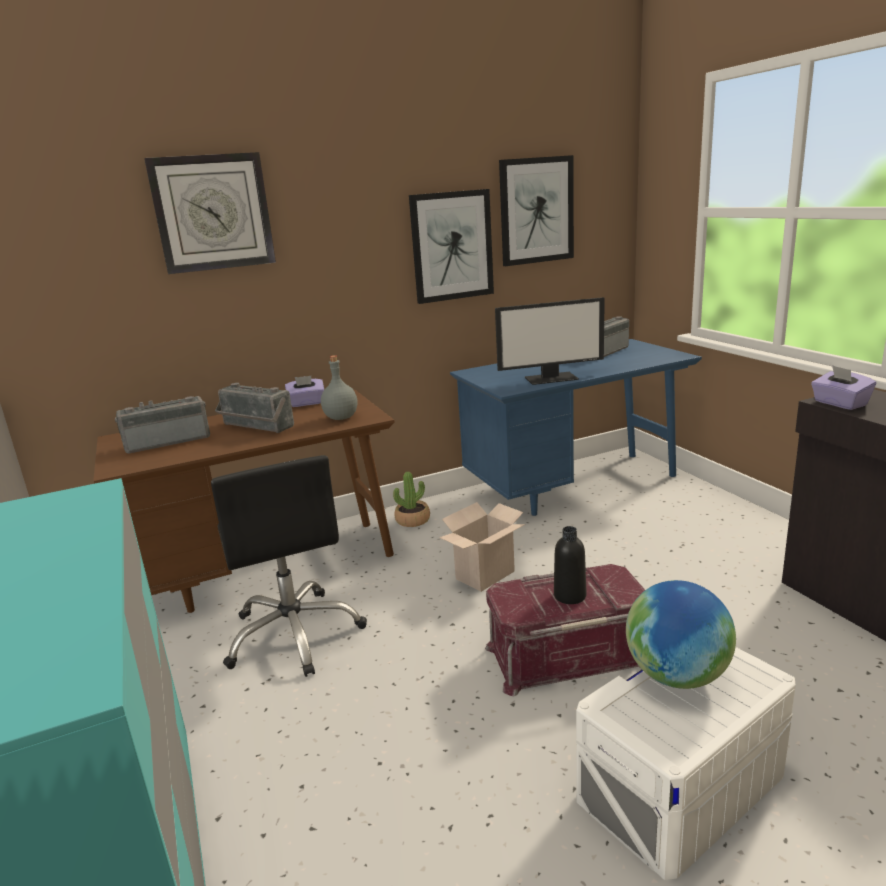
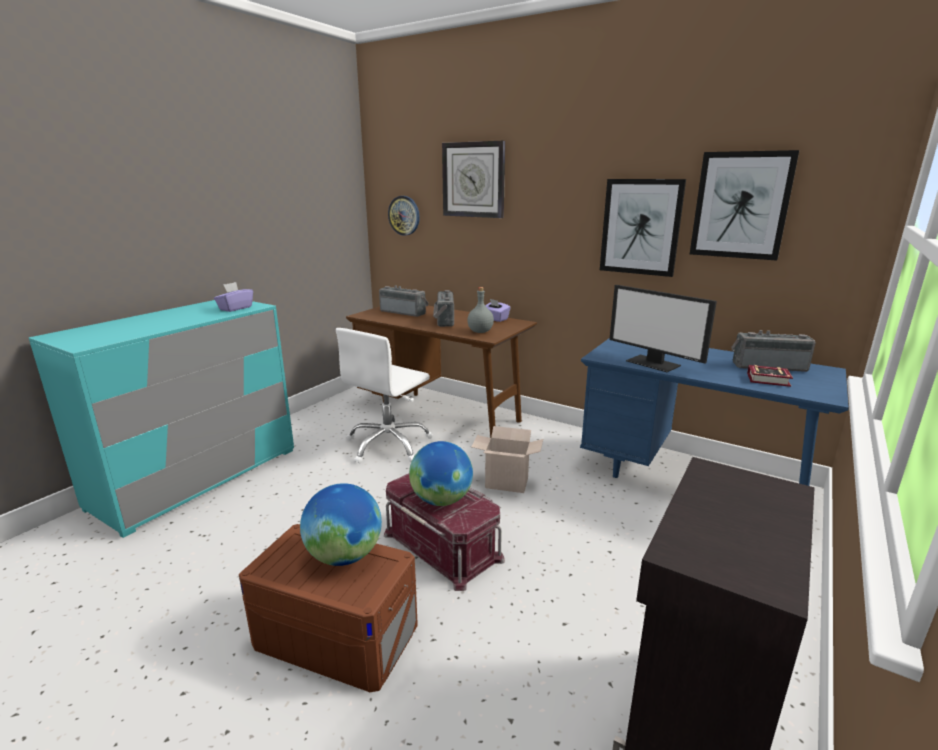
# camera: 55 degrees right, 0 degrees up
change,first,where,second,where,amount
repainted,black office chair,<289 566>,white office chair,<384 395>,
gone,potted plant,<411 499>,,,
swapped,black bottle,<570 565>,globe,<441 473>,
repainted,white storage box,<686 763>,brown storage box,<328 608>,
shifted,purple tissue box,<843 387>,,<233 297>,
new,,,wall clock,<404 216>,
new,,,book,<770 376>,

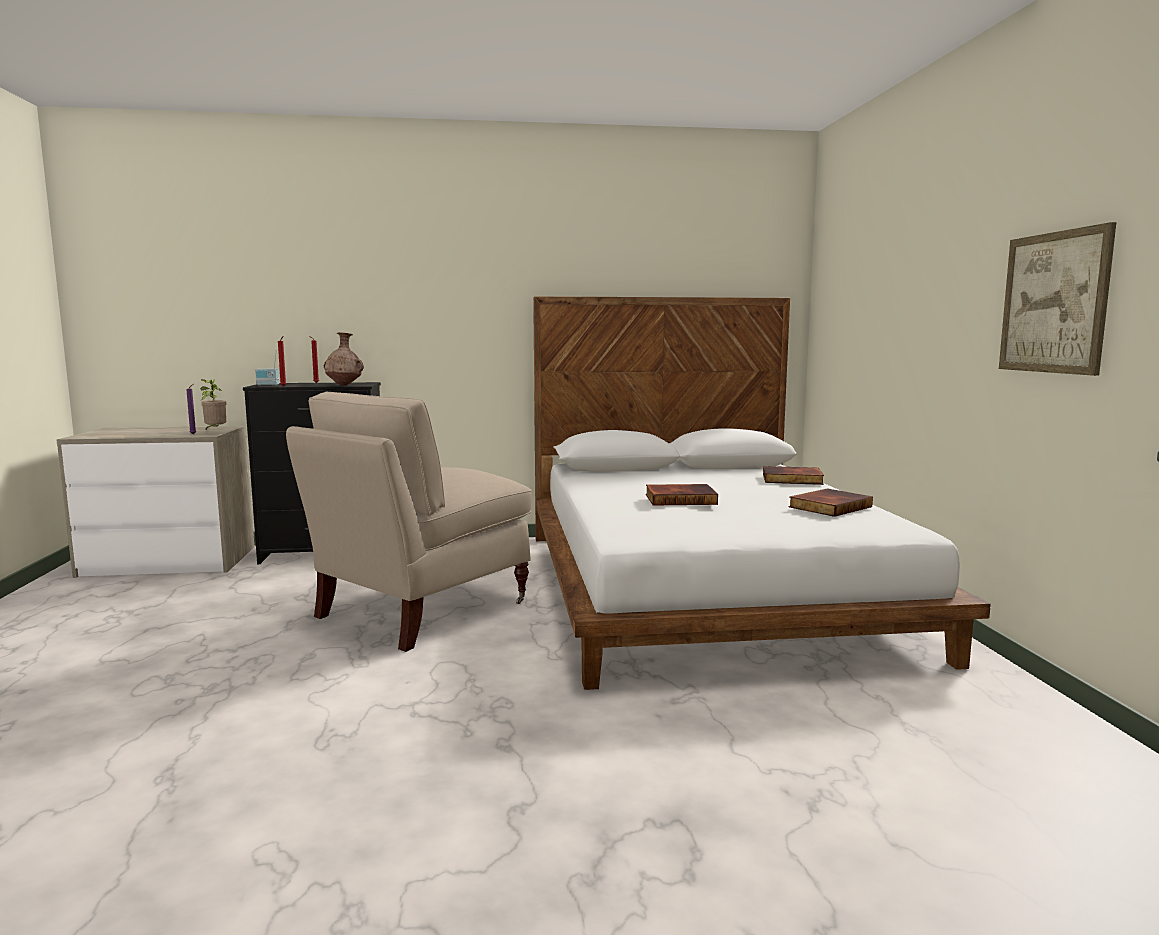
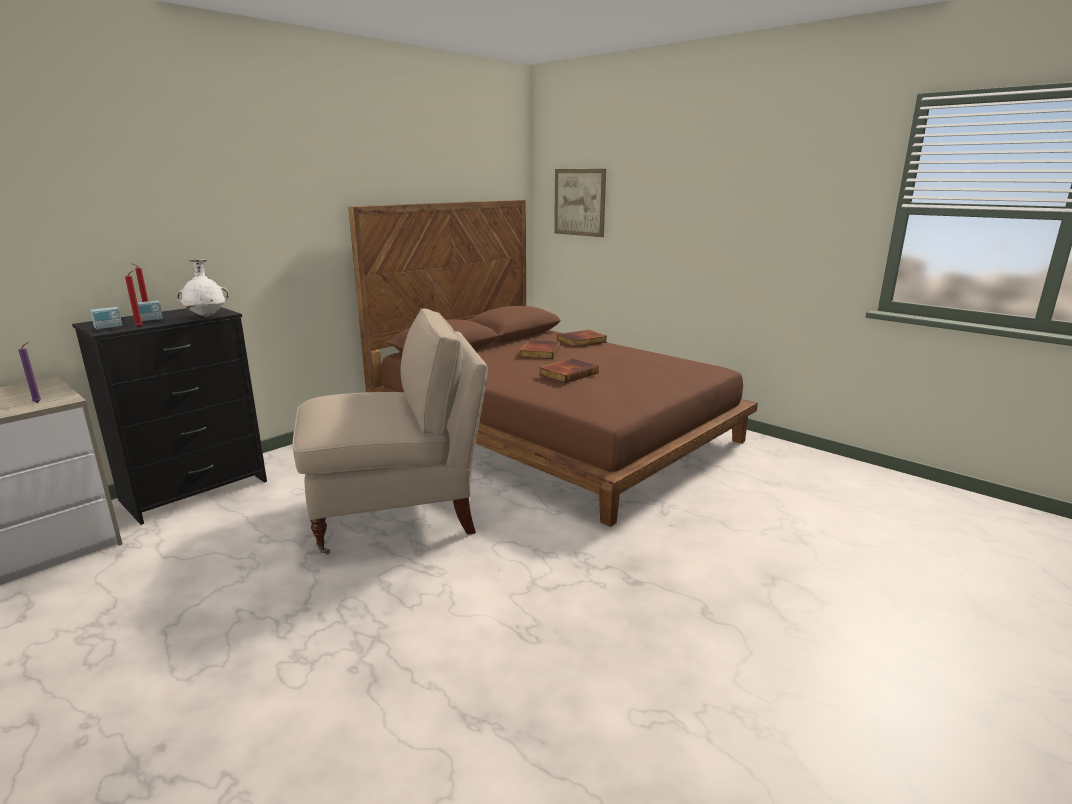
# camera: 40 degrees left, 10 degrees up
change,first,where,second,where,amount
gone,potted plant,<213 404>,,,
rotated,beige chair,<409 522>,,<390 431>,105 degrees counterclockwise
repainted,brown vase,<344 359>,white vase,<202 288>,
repainted,white bed,<762 493>,brown bed,<553 363>,
shifted,book,<831 502>,,<539 349>,
shifted,picture,<1057 299>,,<580 203>,
new,,,radio,<150 301>,

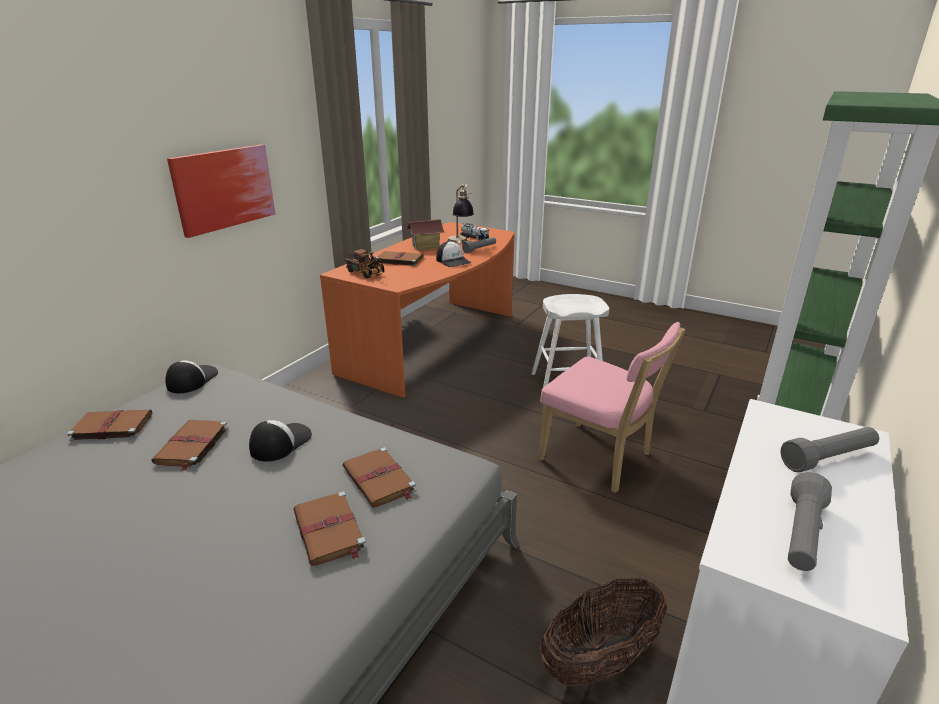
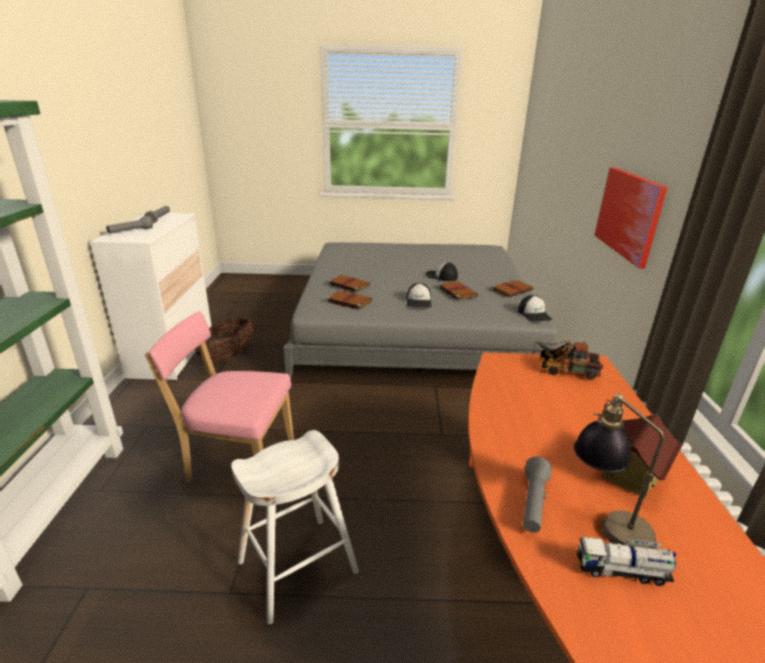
# camera: 150 degrees right, 0 degrees up
change,first,where,second,where,amount
gone,brown book,<399 258>,,,
shifted,cap,<453 254>,,<441 271>,

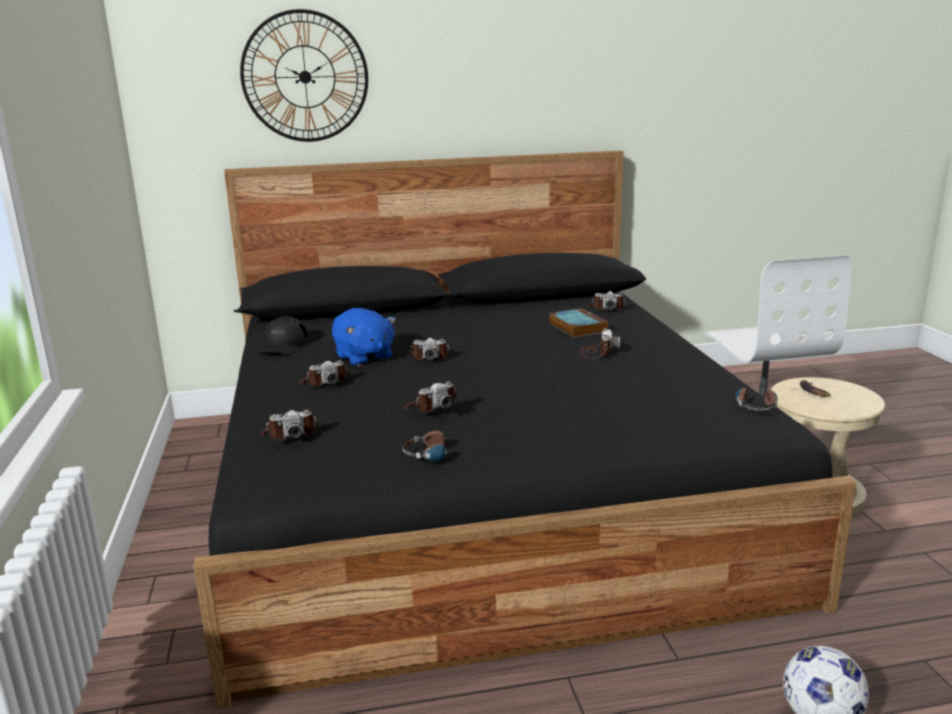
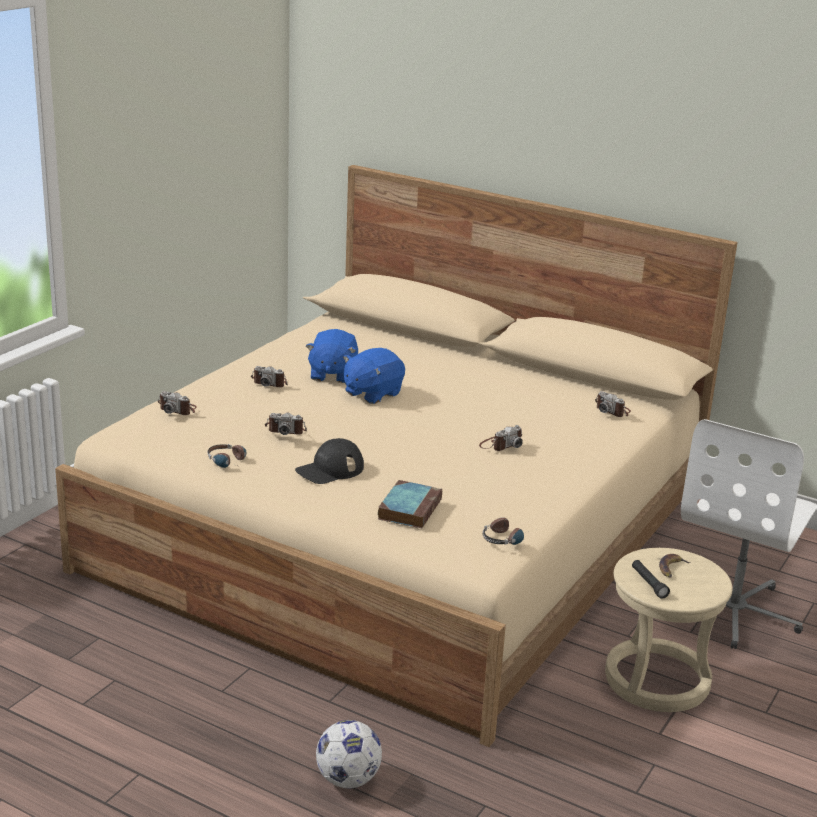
# camera: 40 degrees right, 5 degrees up
change,first,where,second,where,amount
repainted,black bed,<524 430>,beige bed,<396 456>,
gone,wall clock,<304 75>,,,
shifted,black cap,<283 335>,,<329 461>,
swapped,photo camera,<429 349>,blue plush toy,<374 376>,
shifted,book,<579 323>,,<410 504>,
new,,,black flashlight,<651 579>,

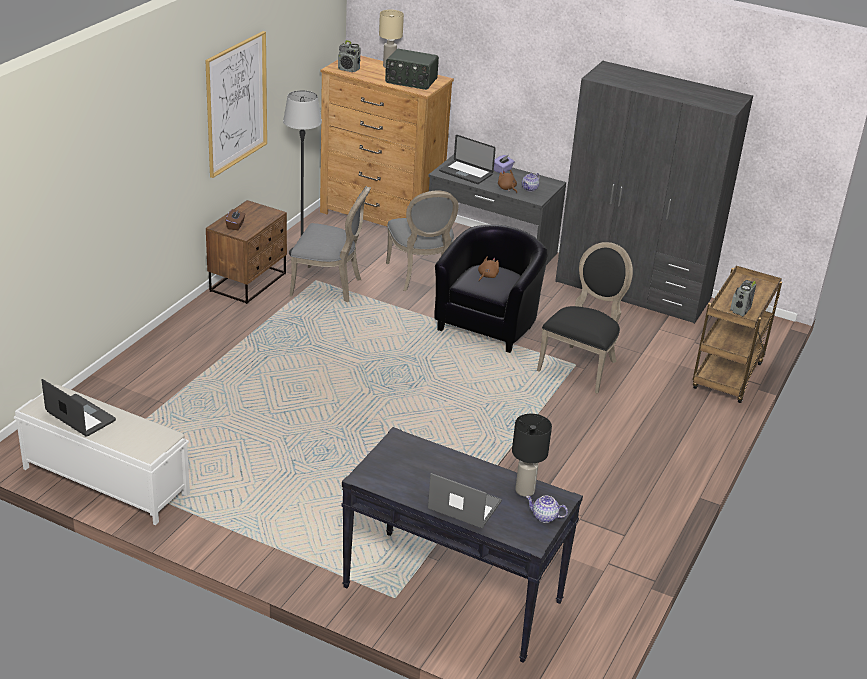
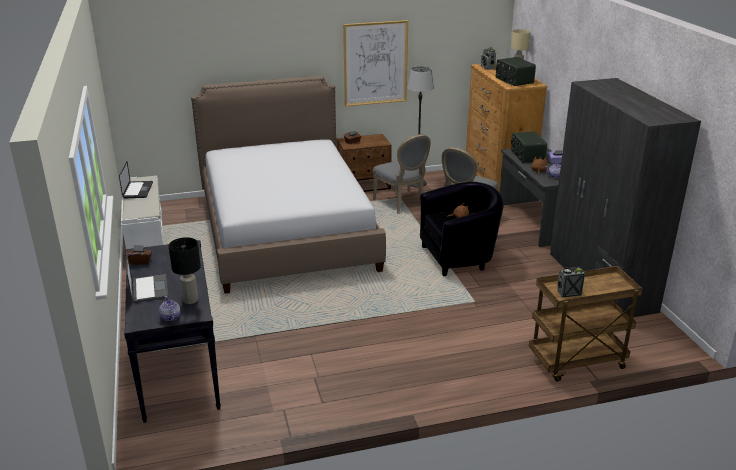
# camera: 50 degrees right, 5 degrees down
change,first,where,second,where,amount
swapped,laptop,<467 159>,radio,<529 147>,
gone,black chair,<585 318>,,,
new,,,brown tissue box,<138 255>,
new,,,bed,<288 185>,

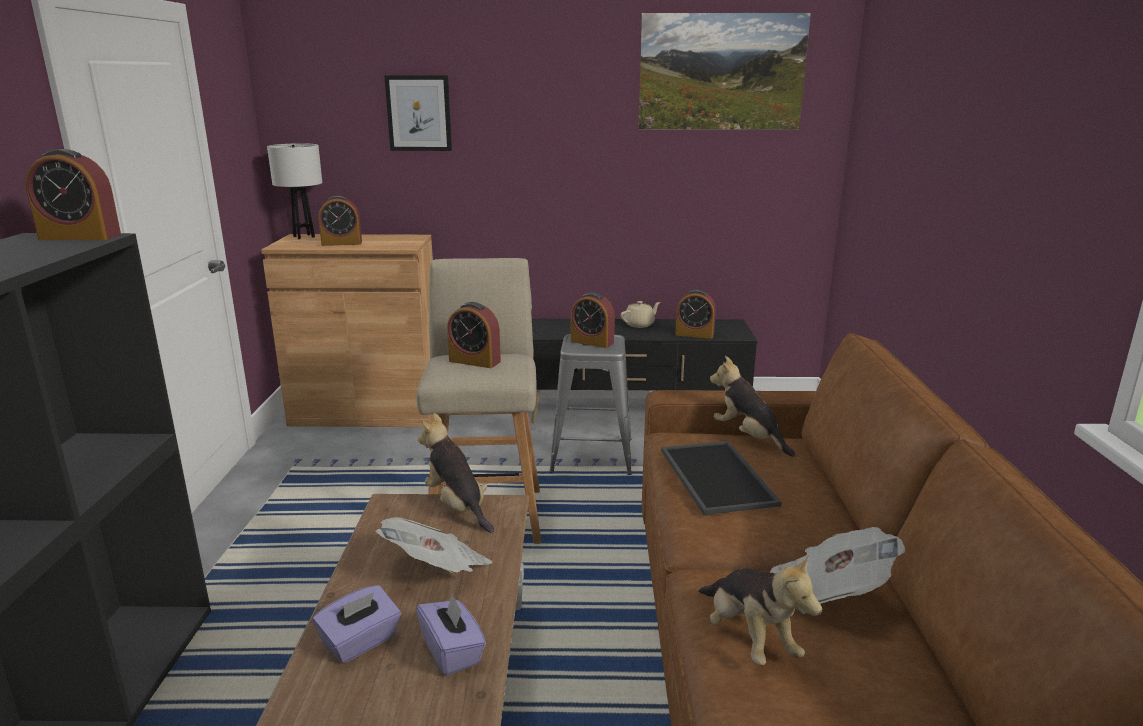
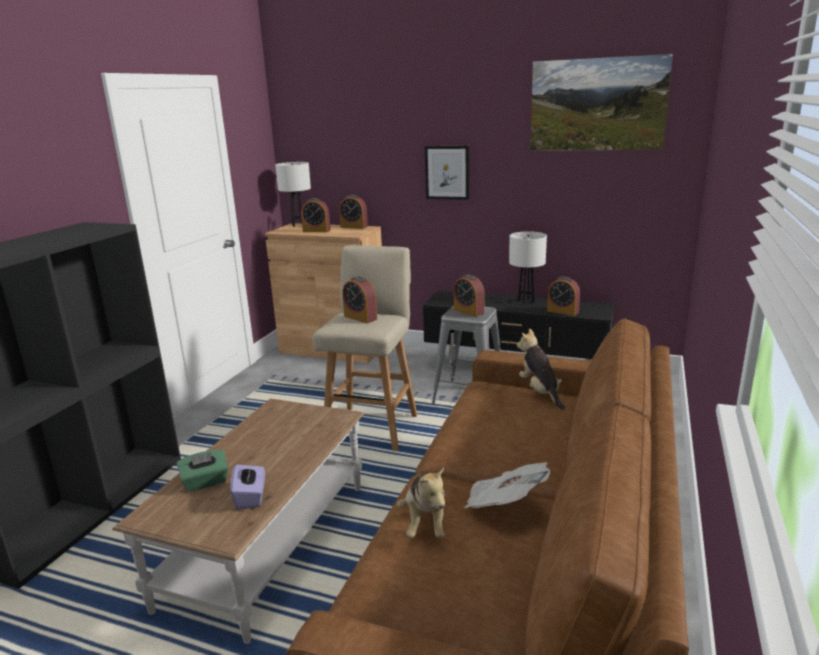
# camera: 20 degrees right, 0 degrees up
change,first,where,second,where,amount
shifted,alarm clock,<73 194>,,<353 212>,
repainted,purple tissue box,<357 624>,green tissue box,<202 471>,
gone,newspaper,<433 545>,,,
shifted,picture,<418 113>,,<447 173>,
gone,plush toy,<456 473>,,,
swapped,beige teapot,<640 314>,white table lamp,<528 267>,
gone,tray,<721 478>,,,

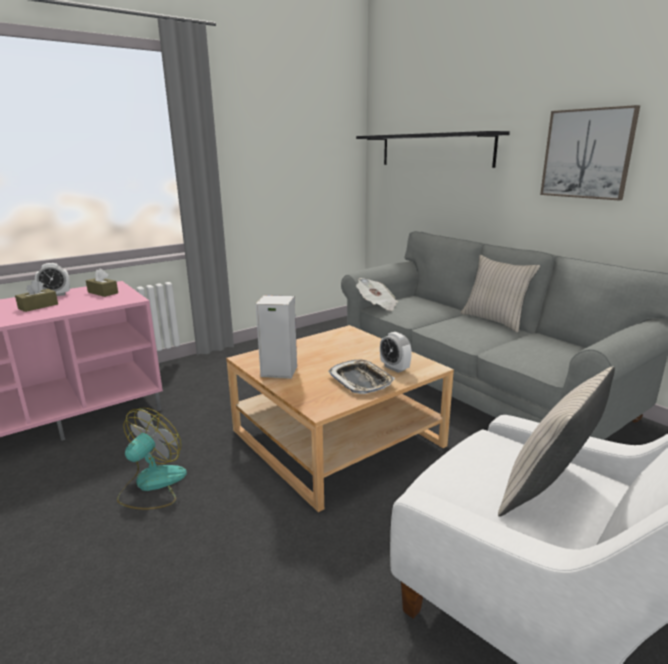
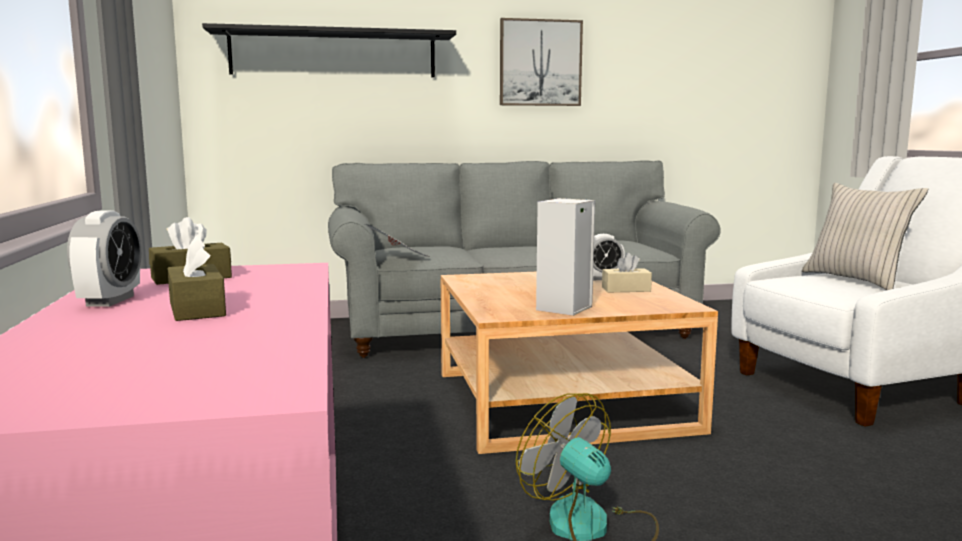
# camera: 65 degrees left, 10 degrees down
change,first,where,second,where,amount
swapped,tray,<361 376>,beige tissue box,<627 272>,
gone,beige pillow,<500 294>,,,

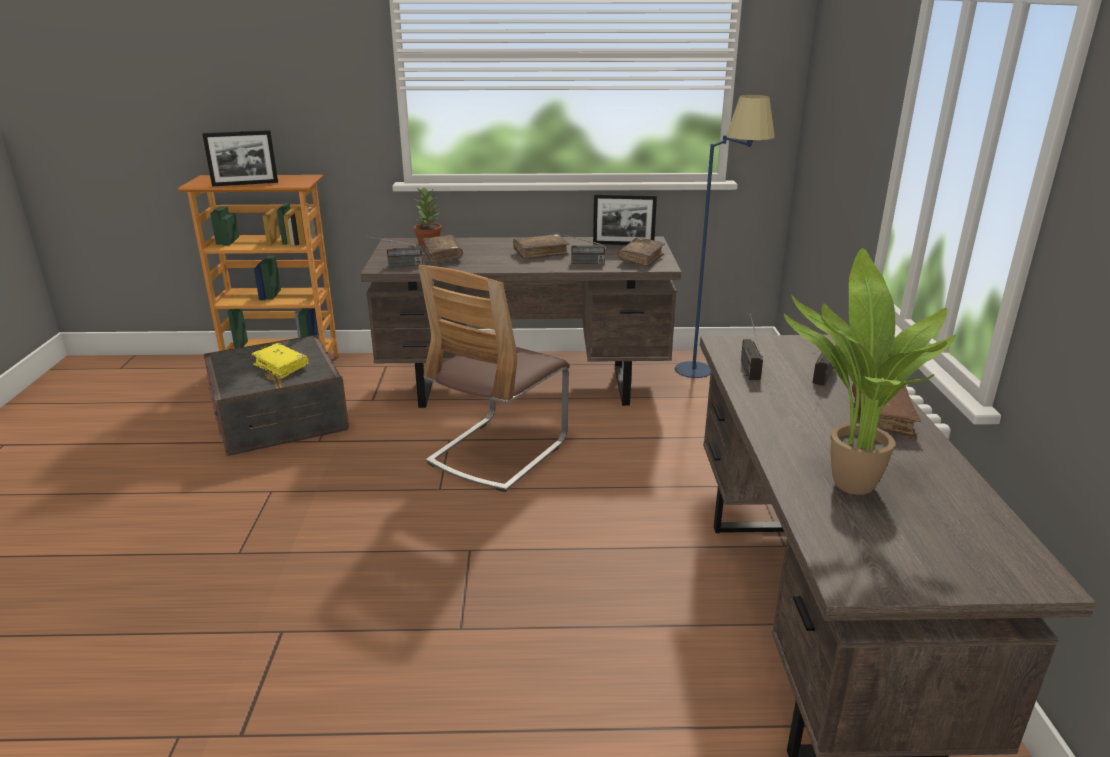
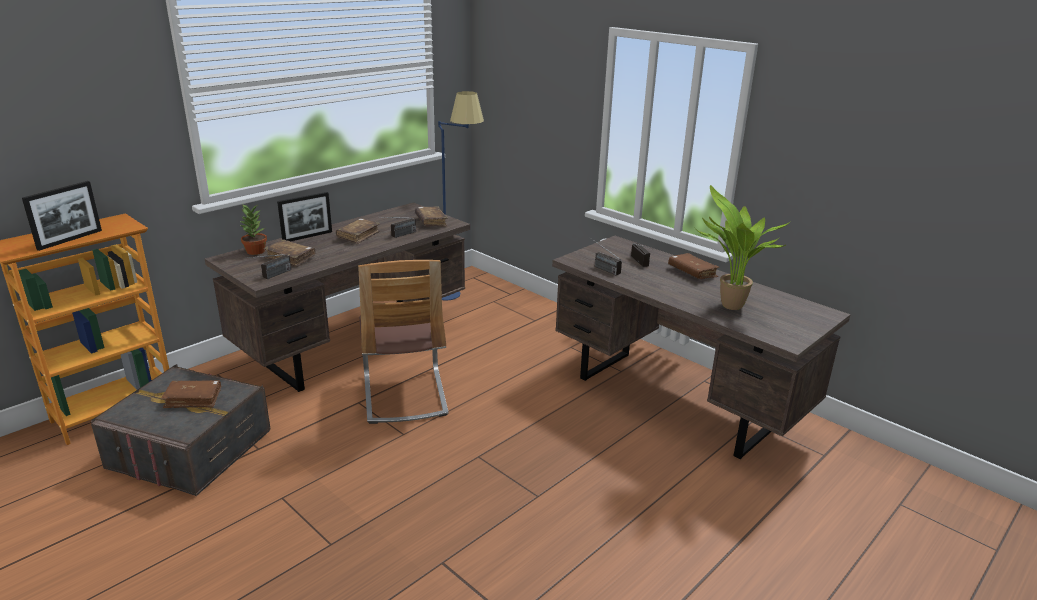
# camera: 45 degrees left, 0 degrees up
change,first,where,second,where,amount
repainted,yellow book,<280 361>,brown book,<191 394>,
shifted,picture frame,<625 219>,,<304 216>,

